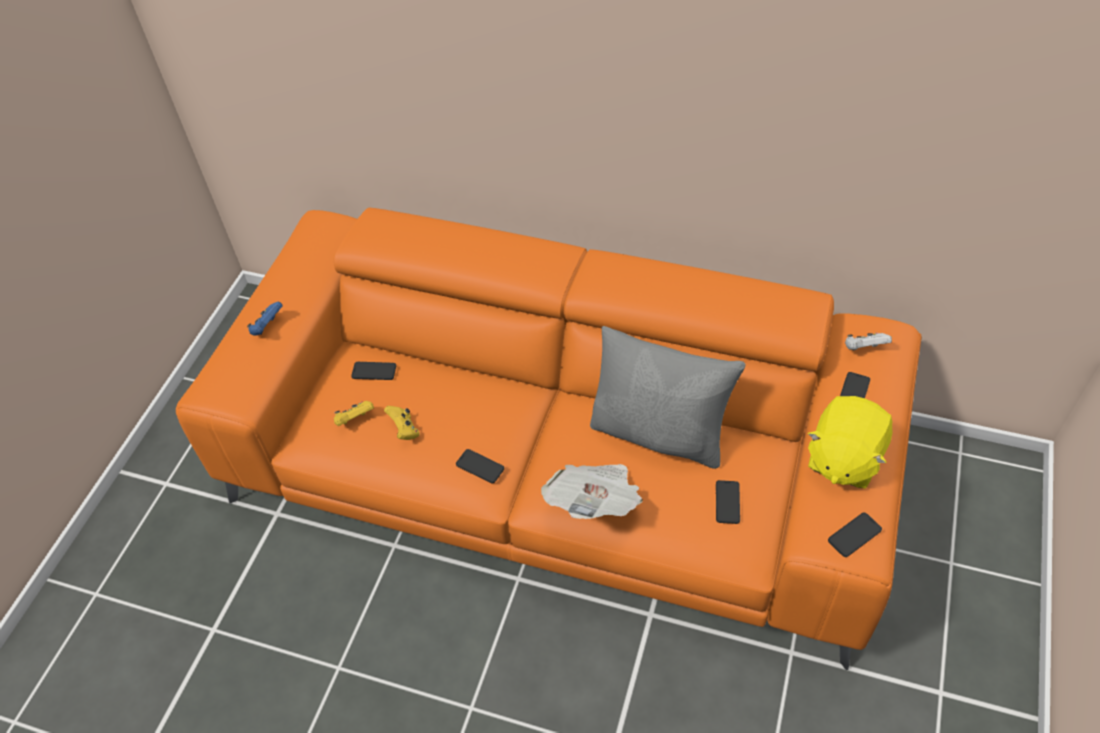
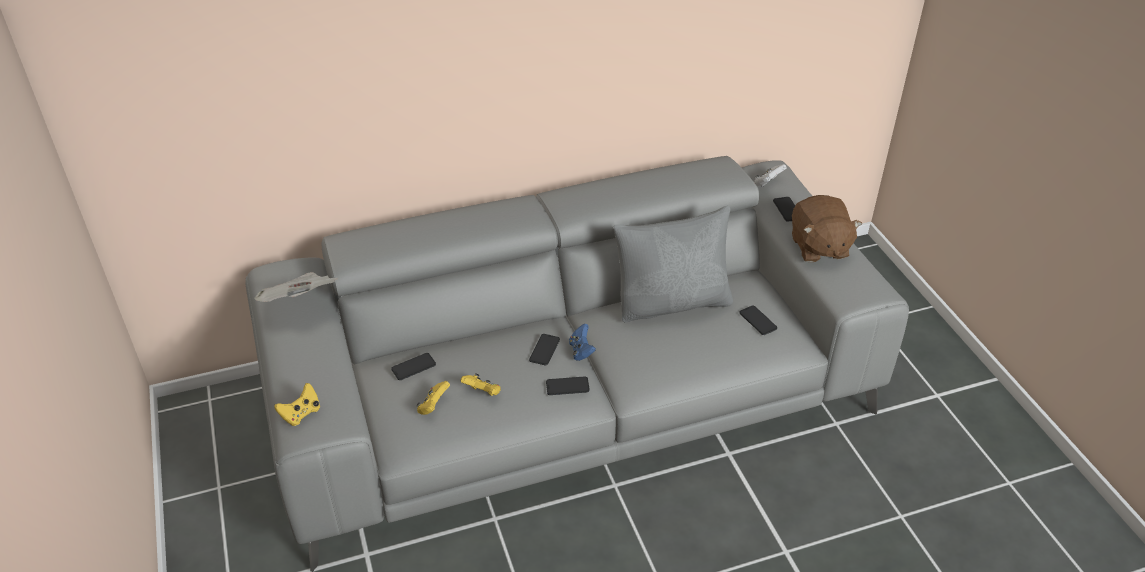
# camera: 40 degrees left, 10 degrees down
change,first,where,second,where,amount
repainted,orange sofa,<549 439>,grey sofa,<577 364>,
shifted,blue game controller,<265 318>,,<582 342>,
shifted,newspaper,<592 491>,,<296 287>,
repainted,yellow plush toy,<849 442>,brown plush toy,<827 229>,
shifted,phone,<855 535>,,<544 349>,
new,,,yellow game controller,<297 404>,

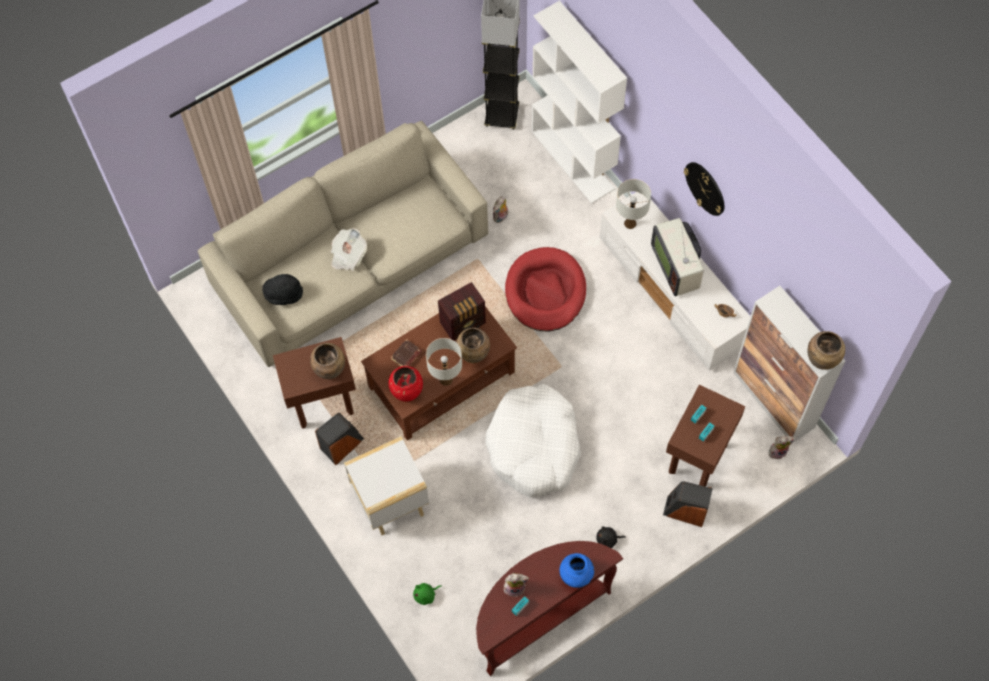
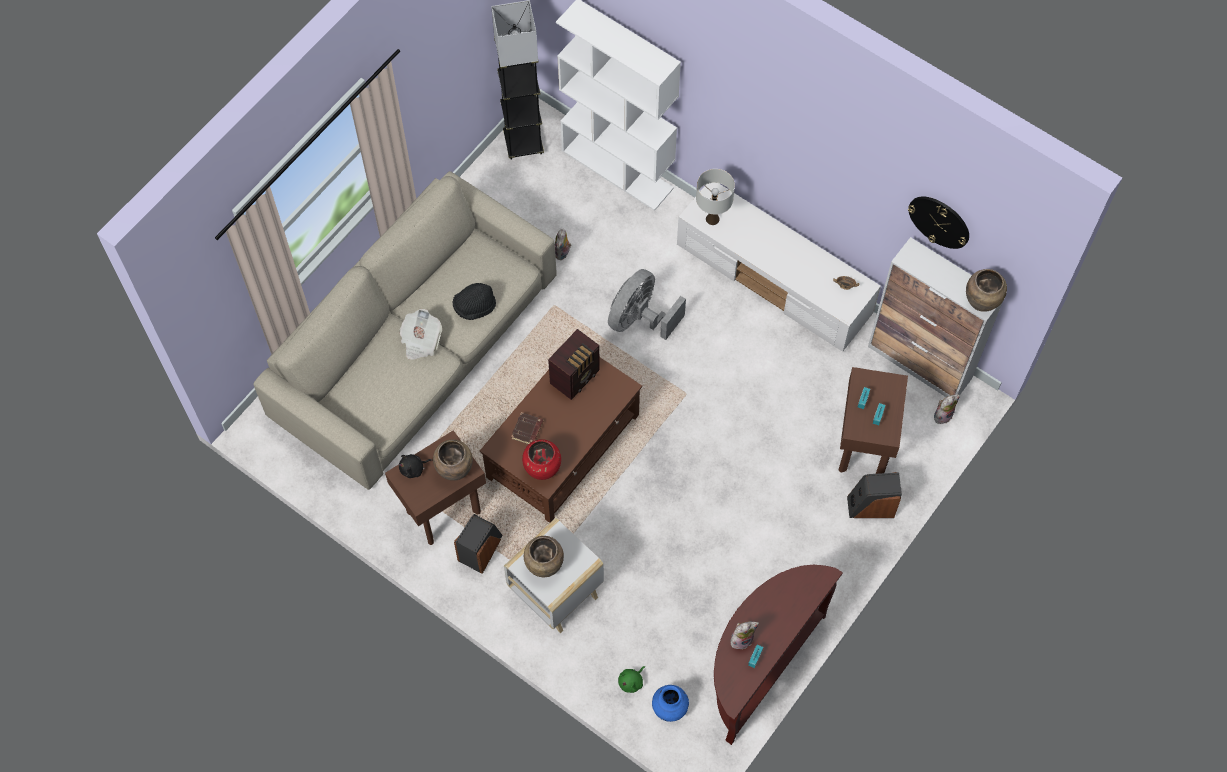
# camera: 20 degrees left, 0 degrees up
change,first,where,second,where,amount
shifted,black hat,<282 289>,,<474 301>,
gone,white table lamp,<444 362>,,,
shifted,brown vase,<473 345>,,<544 556>,
gone,white dog bed,<533 441>,,,
swapped,red dog bed,<545 289>,grey fan,<647 304>,
shifted,blue vase,<576 570>,,<670 703>,
shifted,black plush toy,<611 537>,,<416 466>,
gone,television,<677 257>,,,
shifted,wall clock,<704 189>,,<938 222>,

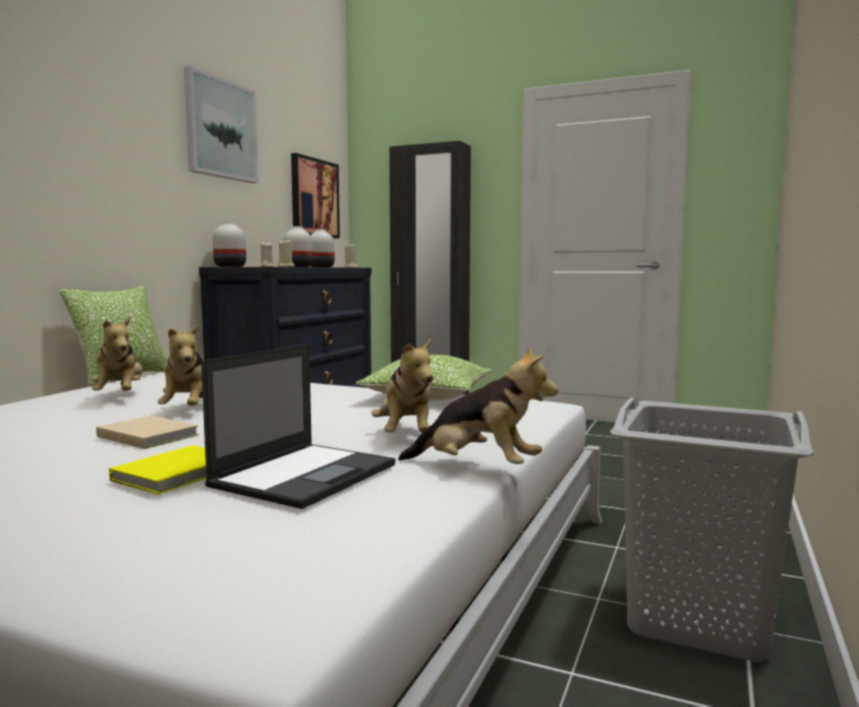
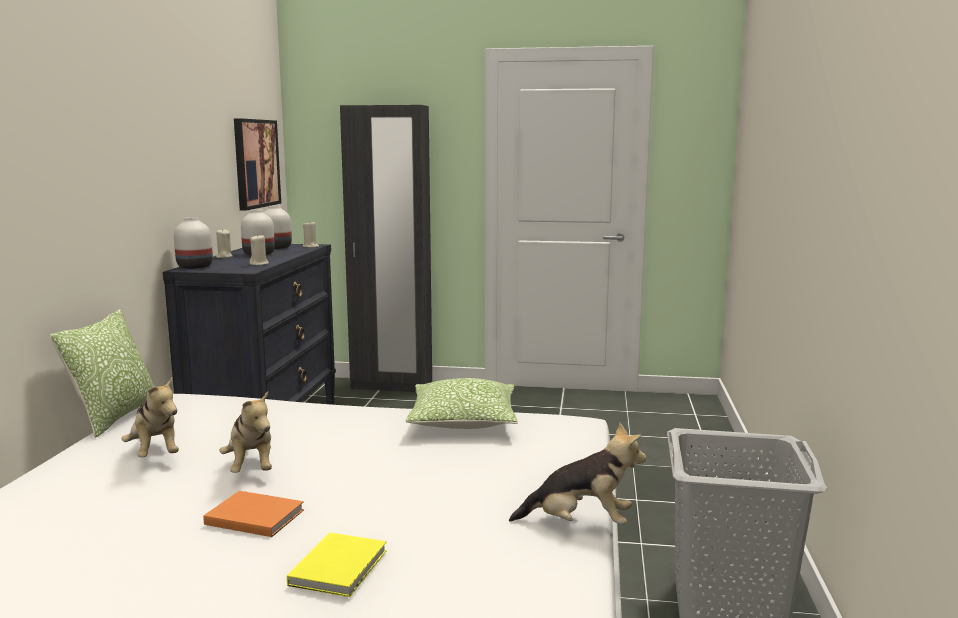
# camera: 15 degrees left, 5 degrees up
change,first,where,second,where,amount
repainted,beige book,<147 432>,orange book,<253 514>,
gone,picture,<221 124>,,,
gone,laptop,<298 427>,,,
gone,plush toy,<402 385>,,,

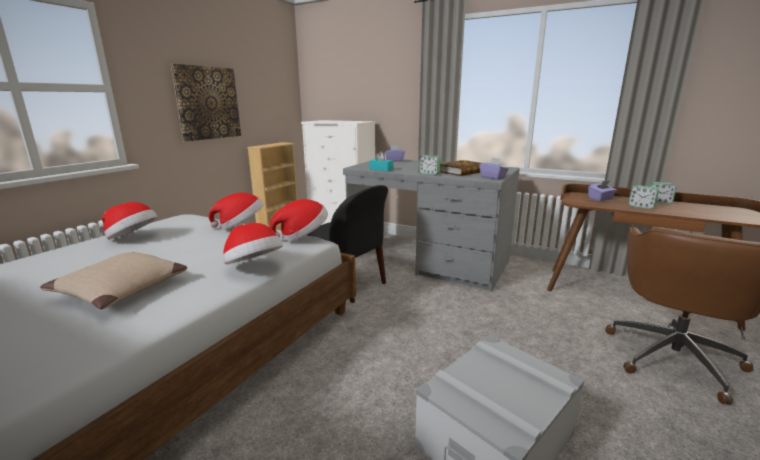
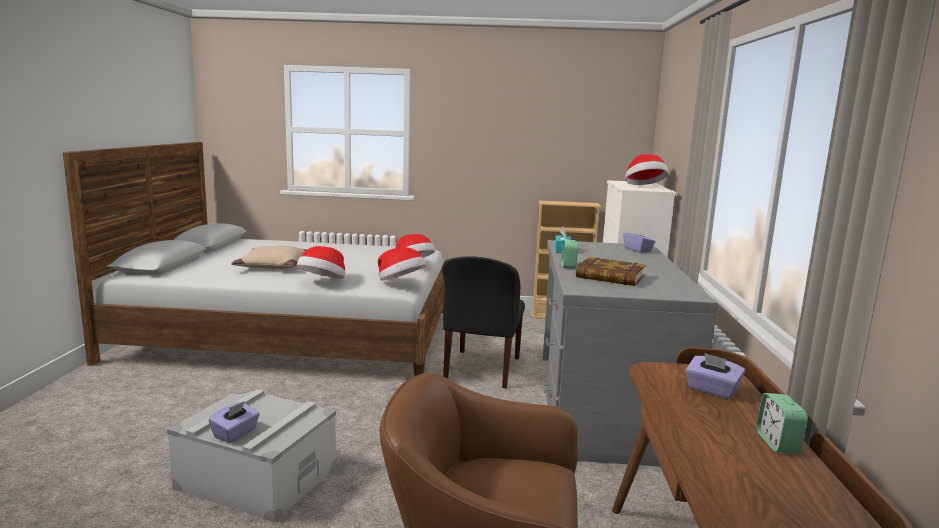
# camera: 65 degrees right, 5 degrees down
change,first,where,second,where,amount
shifted,hat,<130 220>,,<646 169>,
gone,picture,<206 102>,,,
shifted,purple tissue box,<493 169>,,<234 422>,
gone,alarm clock,<643 197>,,,

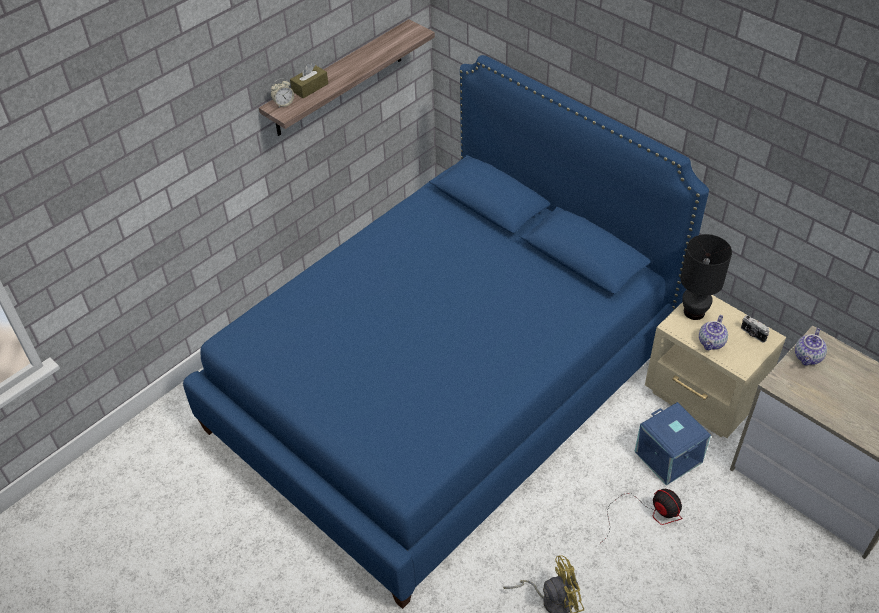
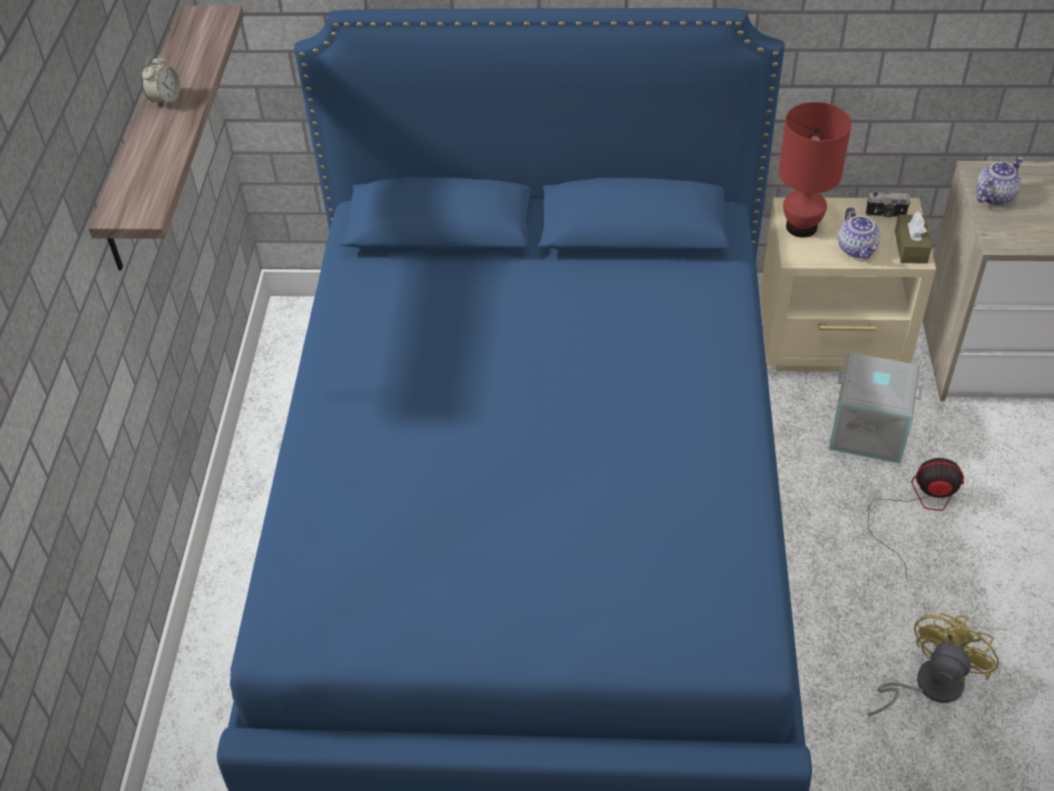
# camera: 40 degrees left, 0 degrees up
change,first,where,second,where,amount
shifted,alarm clock,<282 92>,,<161 81>,
shifted,brown tissue box,<309 80>,,<913 237>,
repainted,blue storage box,<672 443>,grey storage box,<876 408>,
repainted,black table lamp,<706 277>,red table lamp,<815 170>,
rotated,teapot,<811 347>,,<999 181>,120 degrees counterclockwise

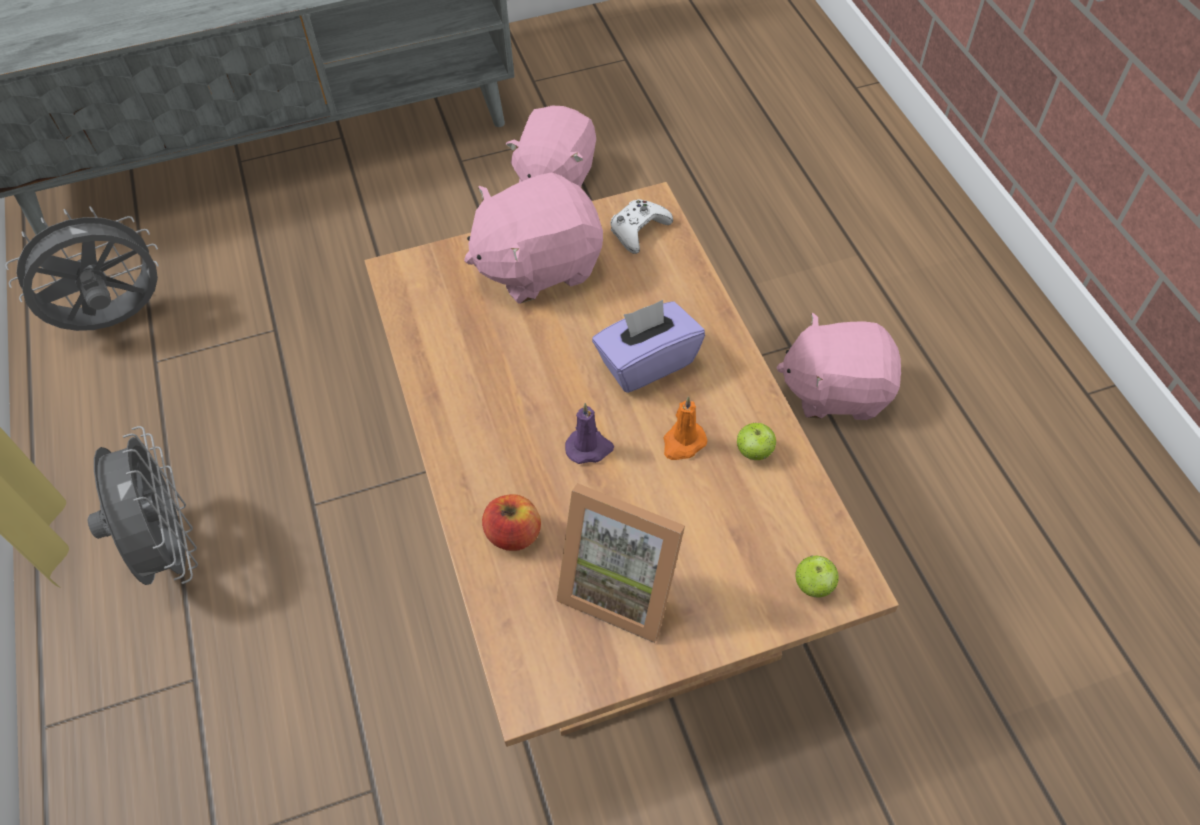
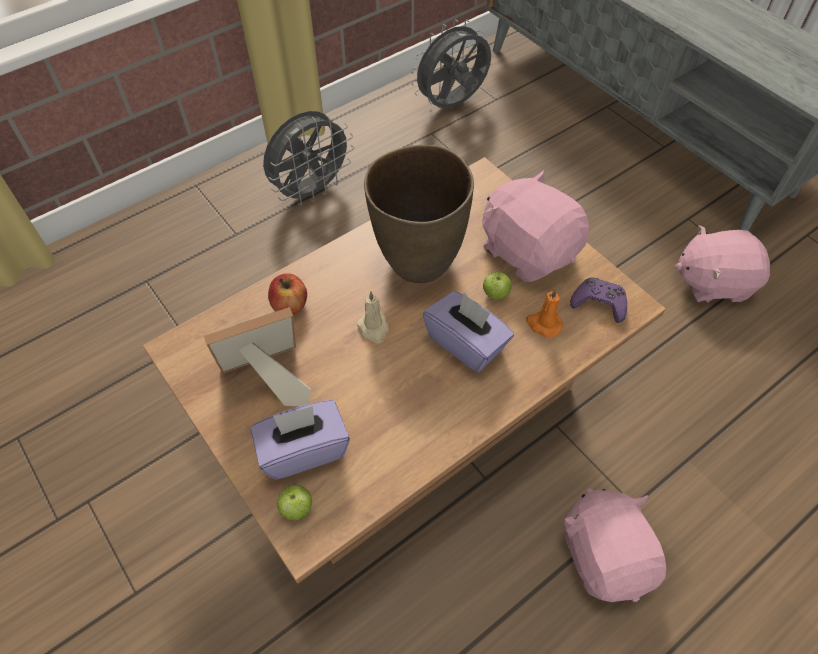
# camera: 70 degrees right, 0 degrees up
change,first,where,second,where,amount
rotated,grey fan,<82 268>,,<451 63>,75 degrees counterclockwise
rotated,picture frame,<621 563>,,<257 356>,60 degrees clockwise
repainted,purple candle,<589 433>,beige candle,<373 317>,
repainted,white game controller,<641 226>,purple game controller,<598 300>,
shifted,orange candle,<685 428>,,<544 313>,
shifted,apple,<756 441>,,<497 285>,
new,,,purple tissue box,<300 440>,
new,,,brown vase,<419 214>,

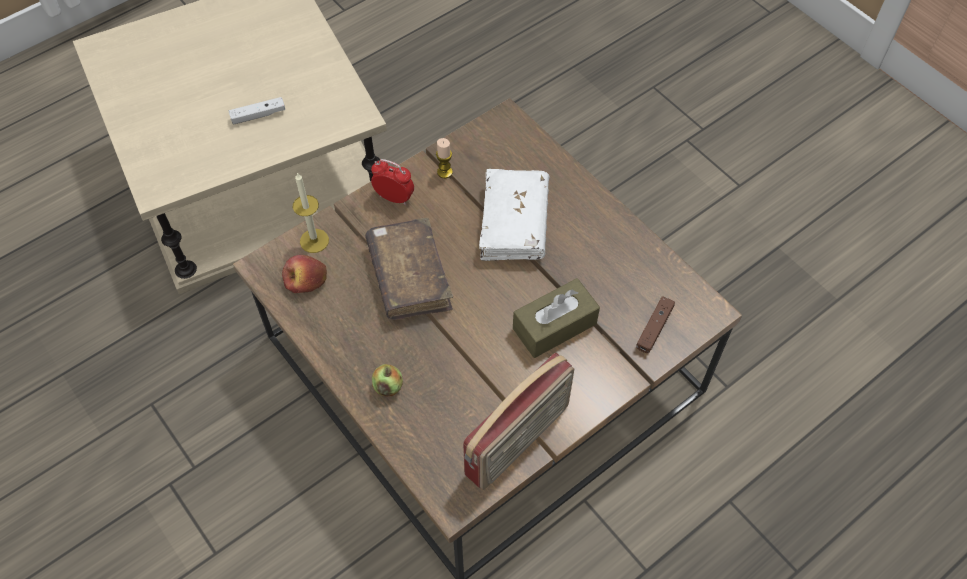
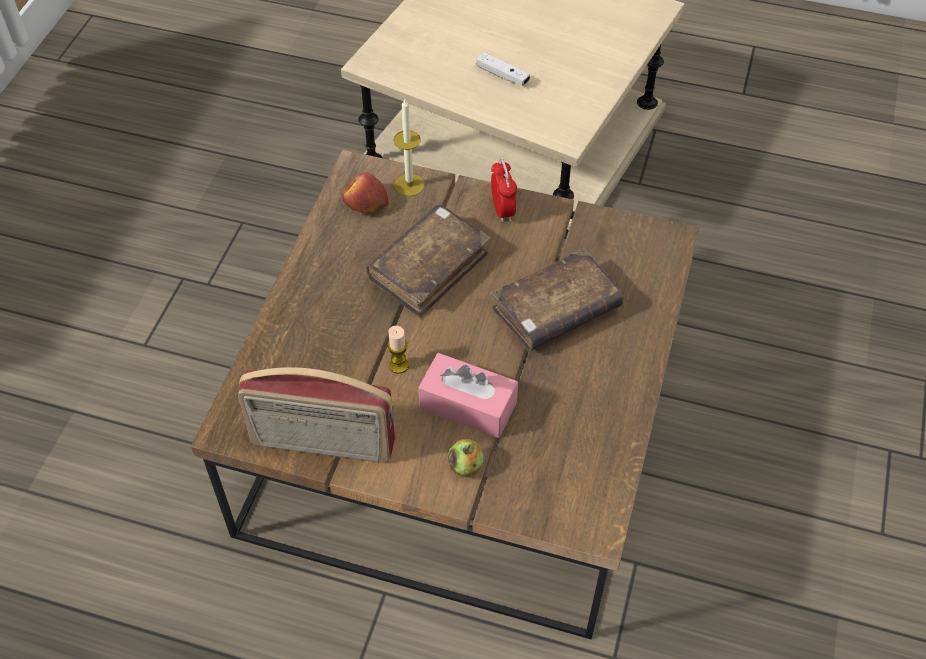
# camera: 55 degrees right, 5 degrees down
change,first,where,second,where,amount
shifted,apple,<387 380>,,<465 457>,
shifted,candle,<444 158>,,<398 350>,
repainted,white book,<514 215>,brown book,<556 299>,
repainted,brown tissue box,<556 318>,pink tissue box,<468 395>,
gone,brown game controller,<655 324>,,,

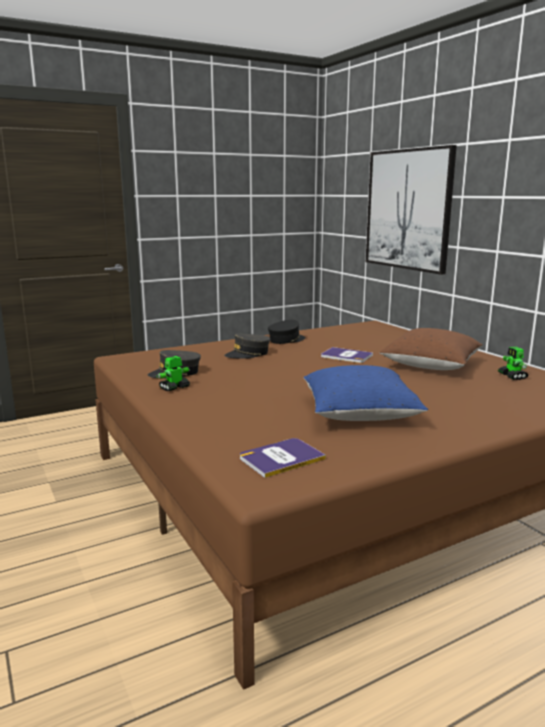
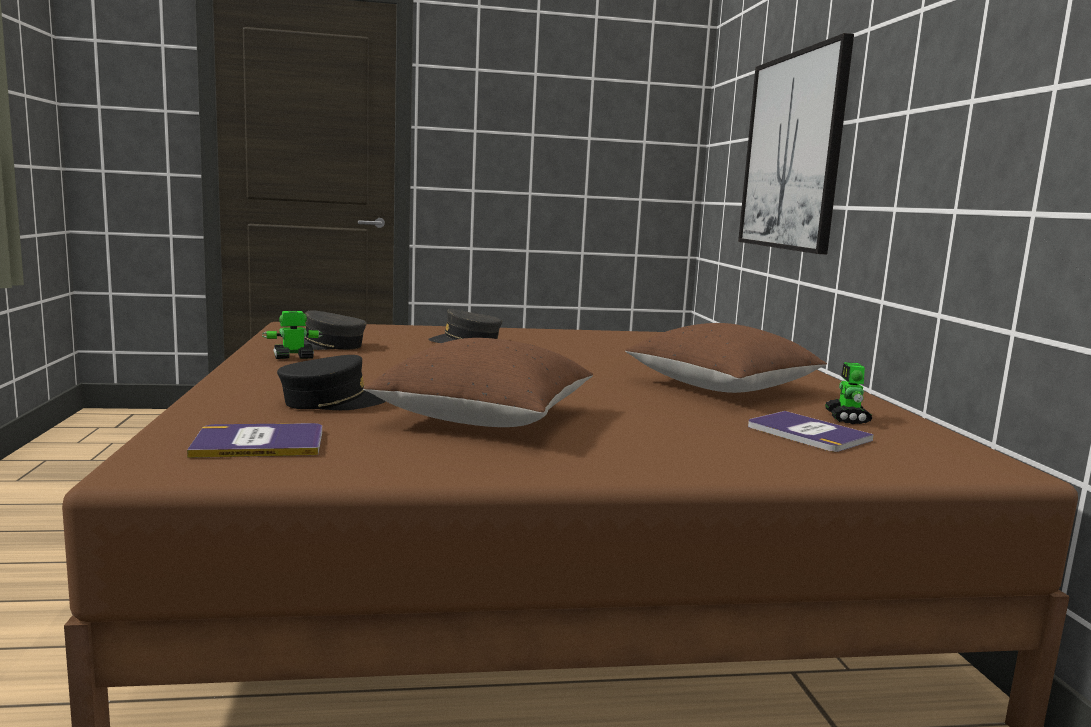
# camera: 20 degrees right, 5 degrees down
change,first,where,second,where,amount
shifted,black cap,<286 332>,,<331 382>,
repainted,blue pillow,<366 393>,brown pillow,<478 382>,
shifted,book,<347 355>,,<811 431>,

